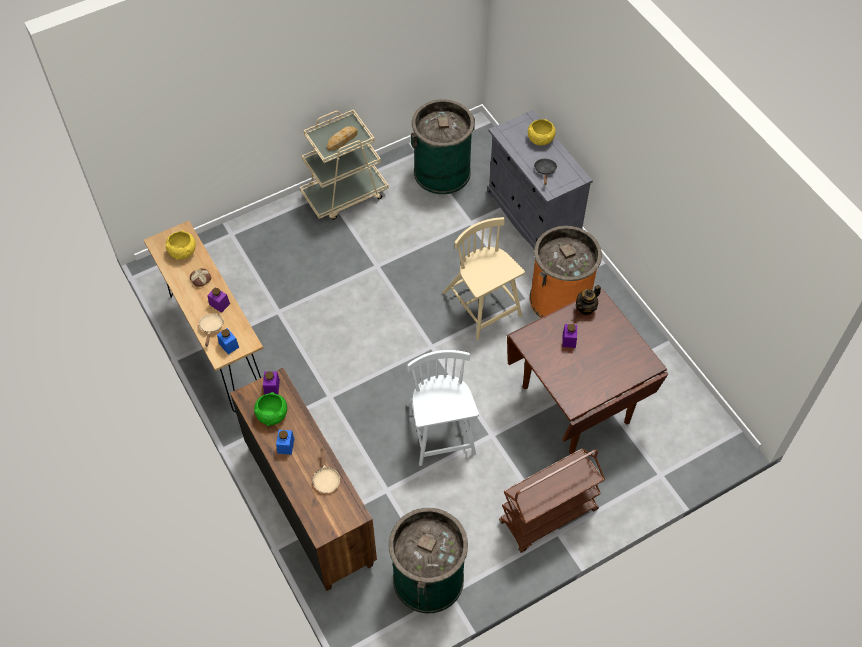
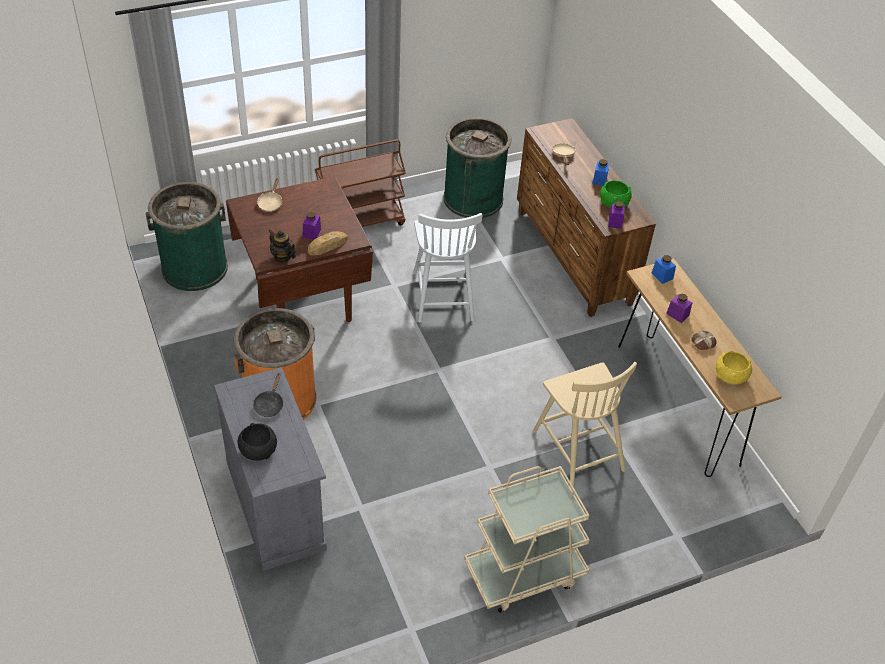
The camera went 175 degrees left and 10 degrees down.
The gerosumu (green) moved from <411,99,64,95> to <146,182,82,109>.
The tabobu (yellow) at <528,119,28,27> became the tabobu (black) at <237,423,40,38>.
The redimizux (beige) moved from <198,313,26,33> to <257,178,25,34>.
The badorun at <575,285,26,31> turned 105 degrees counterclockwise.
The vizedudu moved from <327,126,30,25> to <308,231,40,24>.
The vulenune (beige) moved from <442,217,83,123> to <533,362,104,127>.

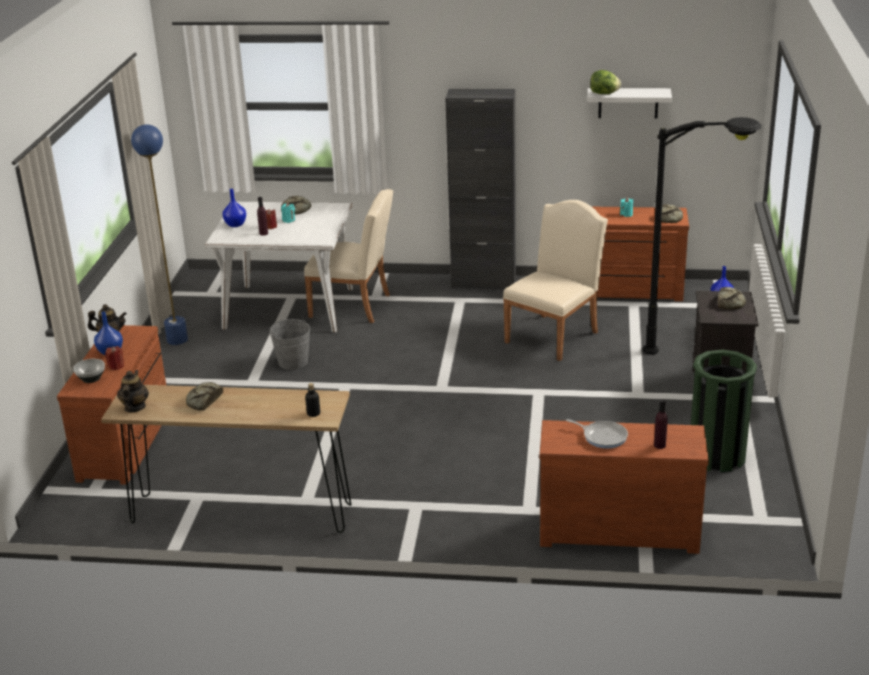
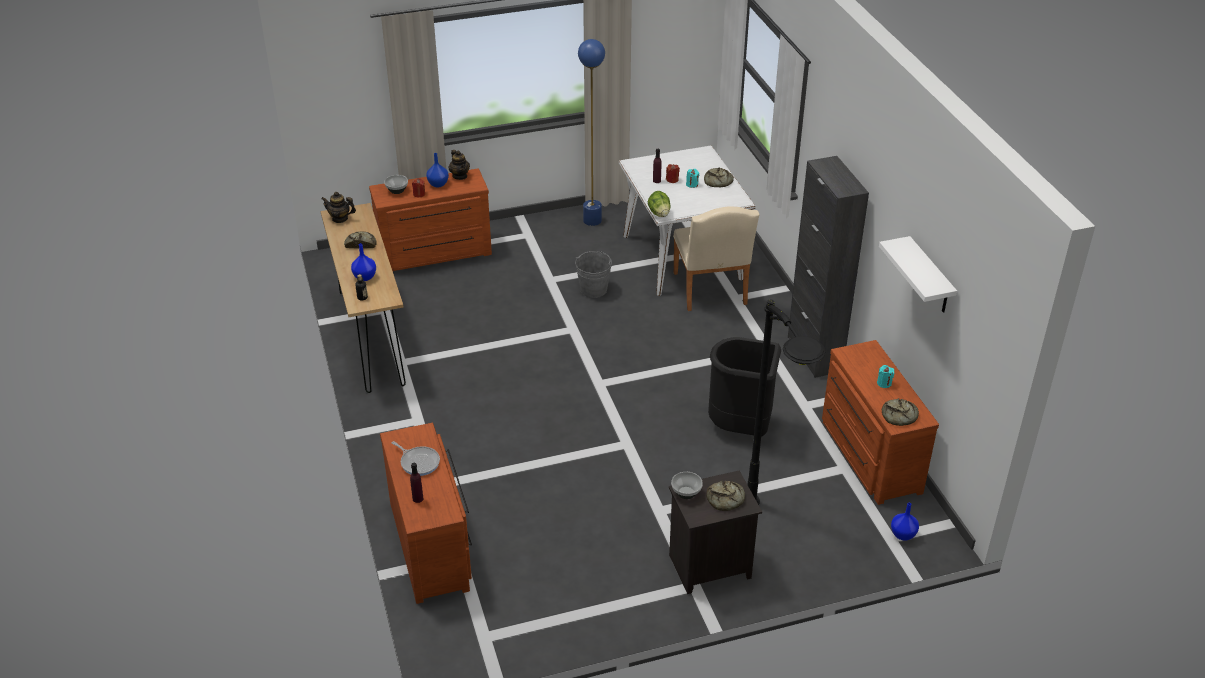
The camera went 65 degrees right and 10 degrees up.
The badorun at <117,370,32,43> turned 150 degrees counterclockwise.
The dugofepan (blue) moved from <222,189,24,38> to <351,243,25,38>.
The redimizux at <566,419,62,30> turned 60 degrees counterclockwise.
The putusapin moved from <590,70,31,24> to <648,191,23,26>.
The tabobu at <671,472,32,27> appeared.
The vulenune (beige) at <503,200,105,161> was replaced by the gerosumu (black) at <708,337,73,100>.
The gerosumu (green) at <691,349,66,124> disappeared.

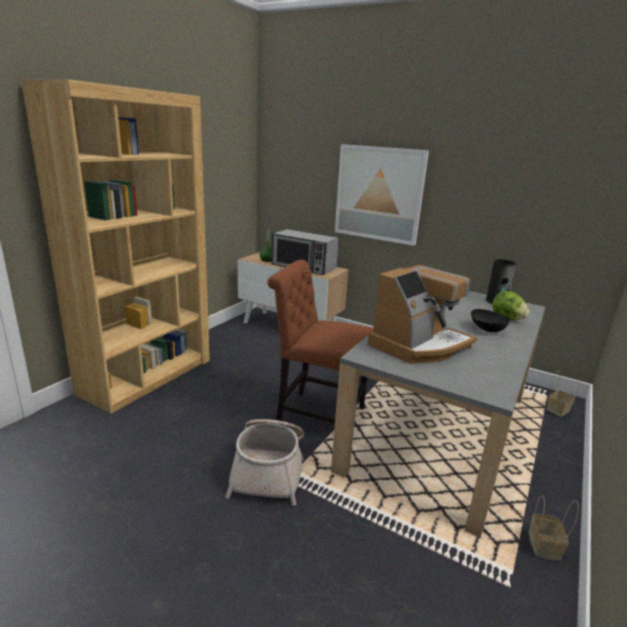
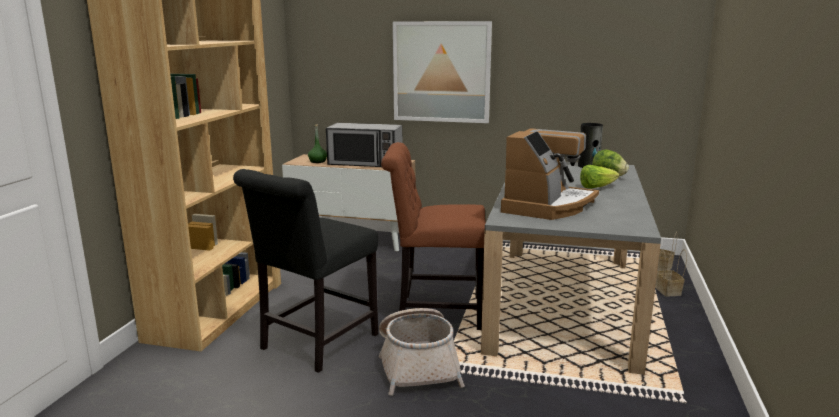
The camera went 15 degrees left and 5 degrees down.
The vulenune (black) at <233,169,145,204> appeared.
The tabobu (black) at <471,309,39,23> was replaced by the putusapin at <580,165,39,24>.
The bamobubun moved from <528,495,51,65> to <655,249,32,47>.

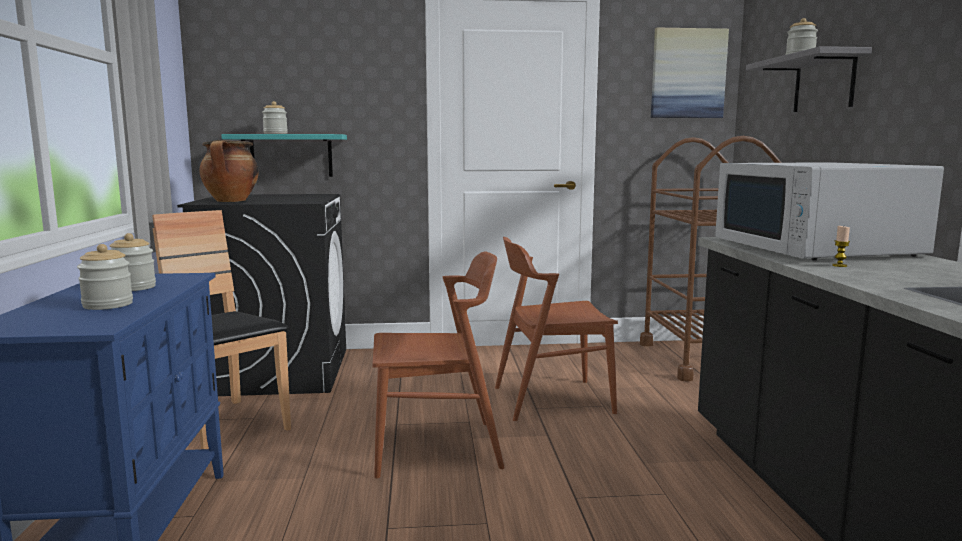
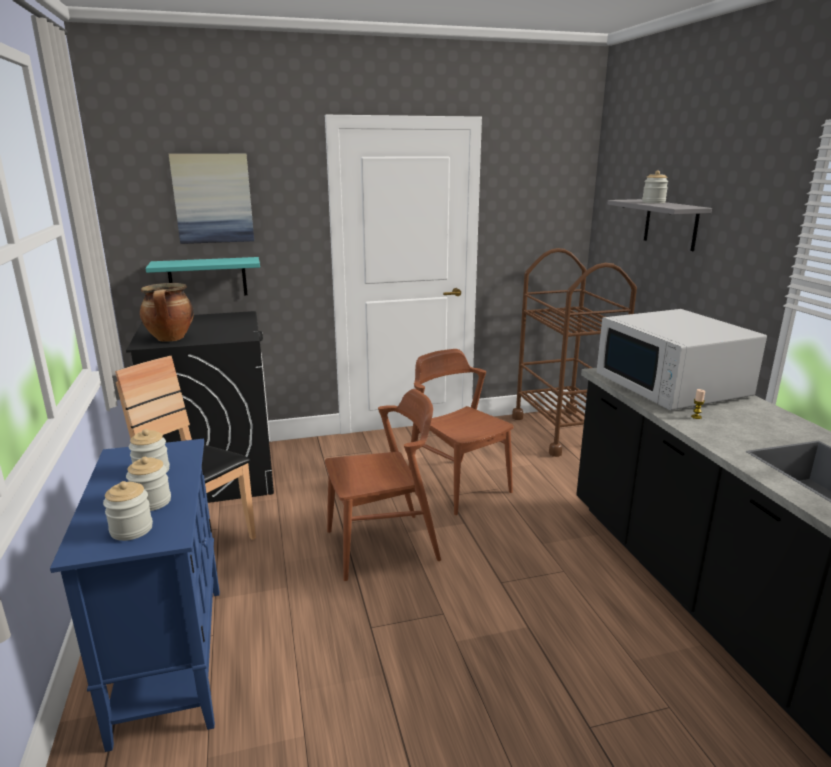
The camera went 10 degrees left and 10 degrees up.
The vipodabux moved from <262,101,26,33> to <103,481,50,60>.
The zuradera moved from <651,28,78,90> to <169,154,85,90>.
The vulenune (brown) at <495,237,123,184> turned 75 degrees clockwise.

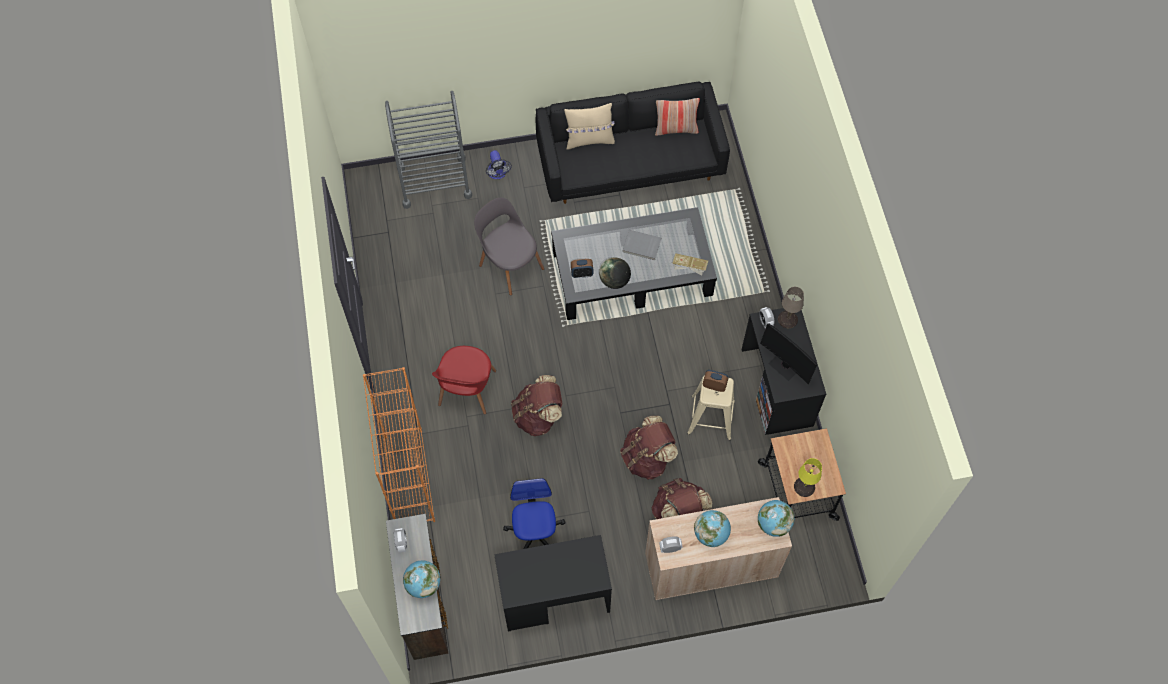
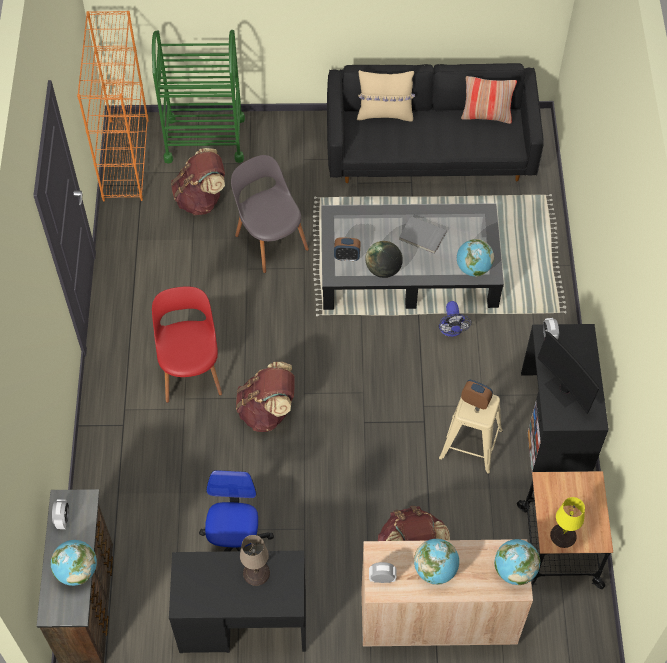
The camera went 10 degrees right and 5 degrees down.
The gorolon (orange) moved from <363,367,72,155> to <77,11,72,190>.
The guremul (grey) at <385,91,87,118> became the guremul (green) at <152,30,93,134>.
The vulenune (red) at <432,346,64,69> turned 150 degrees clockwise.
The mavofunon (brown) moved from <620,416,58,64> to <171,148,54,67>.
The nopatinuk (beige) moved from <778,287,26,41> to <240,535,30,51>.
The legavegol moved from <486,150,26,29> to <438,301,34,36>.
The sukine at <672,253,36,23> was replaced by the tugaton at <457,239,37,38>.

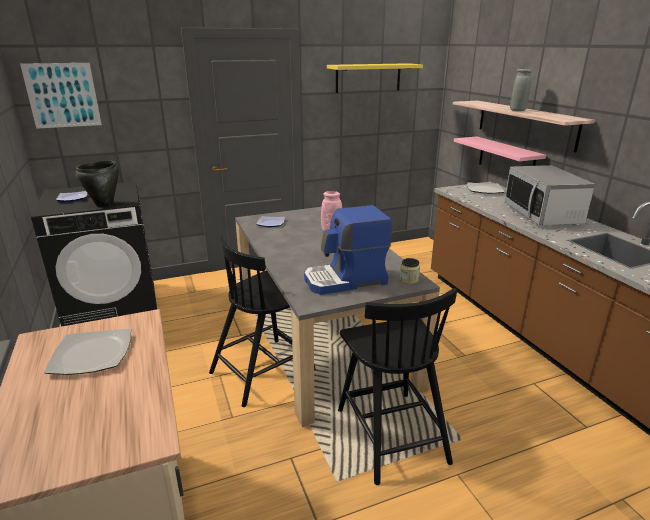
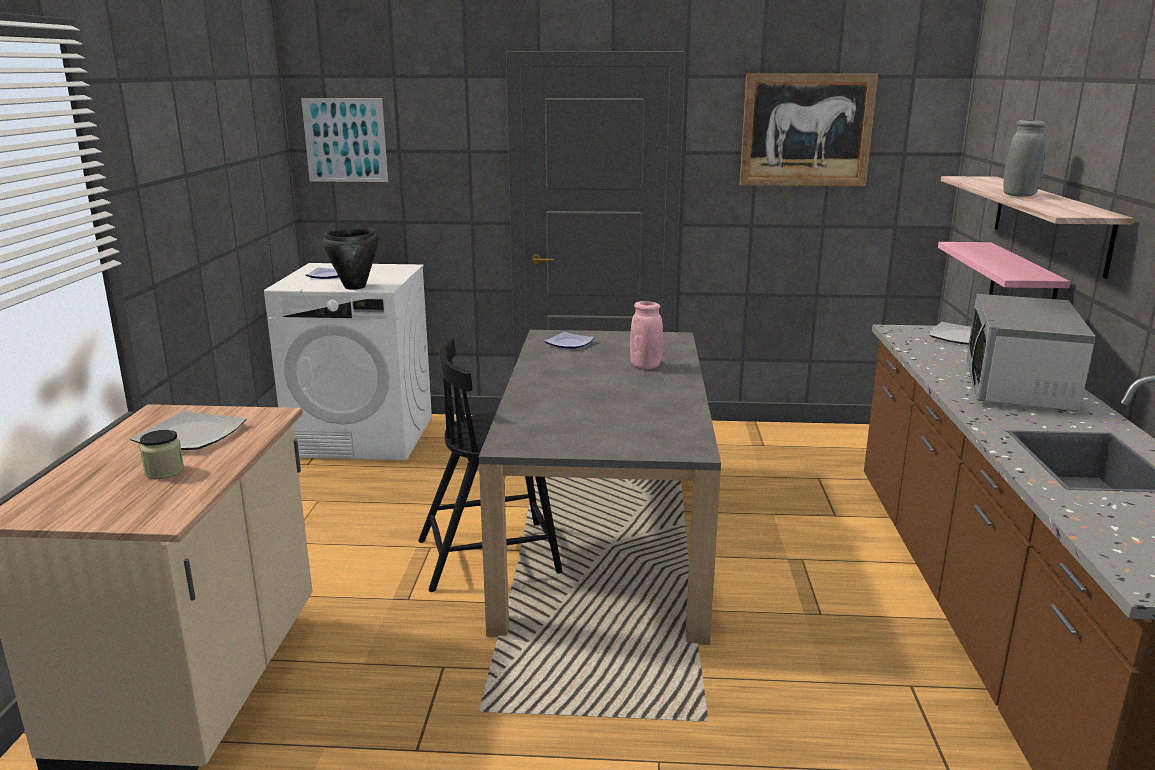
The camera went 25 degrees right and 5 degrees down.
The vipodabux moved from <400,258,20,26> to <140,430,44,49>.
The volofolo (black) at <31,182,126,145> became the volofolo (white) at <264,263,168,197>.
The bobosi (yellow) at <327,63,96,30> was replaced by the zuradera at <740,73,138,113>.
The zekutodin at <304,205,88,90> disappeared.
The vulenune (black) at <338,288,119,197> disappeared.

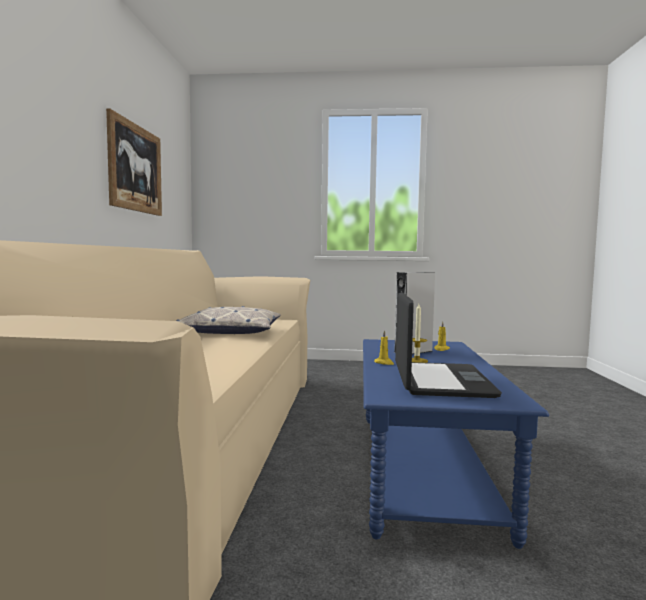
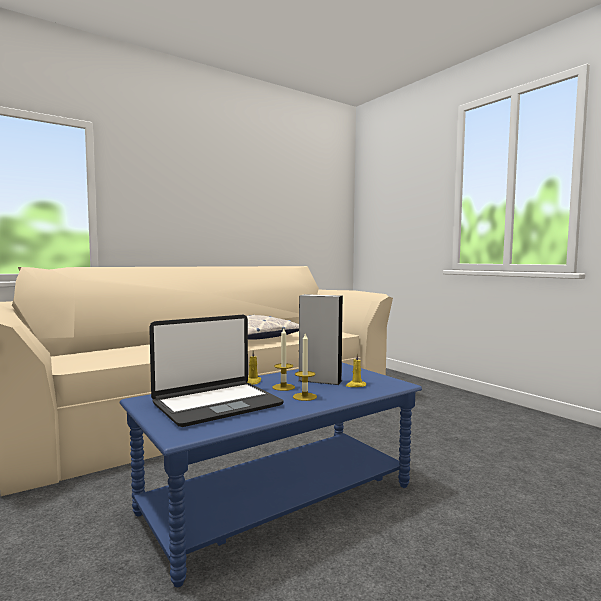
The camera went 50 degrees right and 0 degrees up.
The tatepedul at <293,332,24,69> appeared.
The zuradera at <106,109,56,107> disappeared.

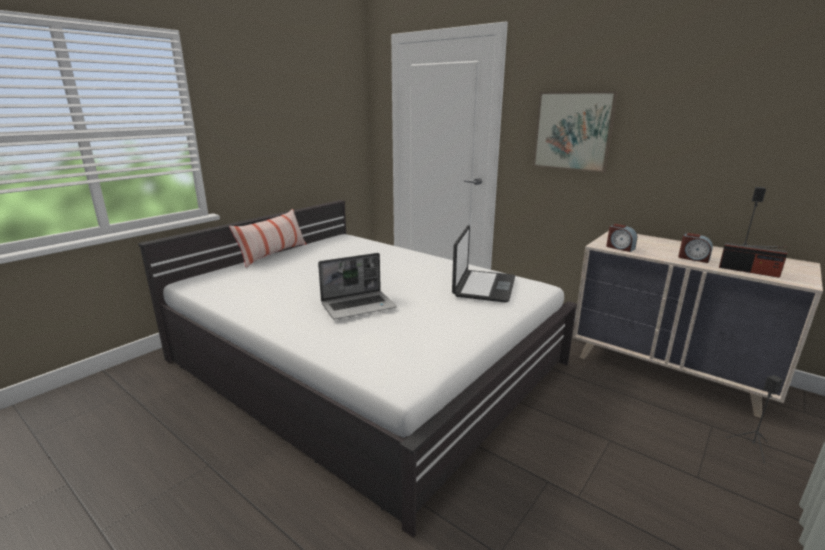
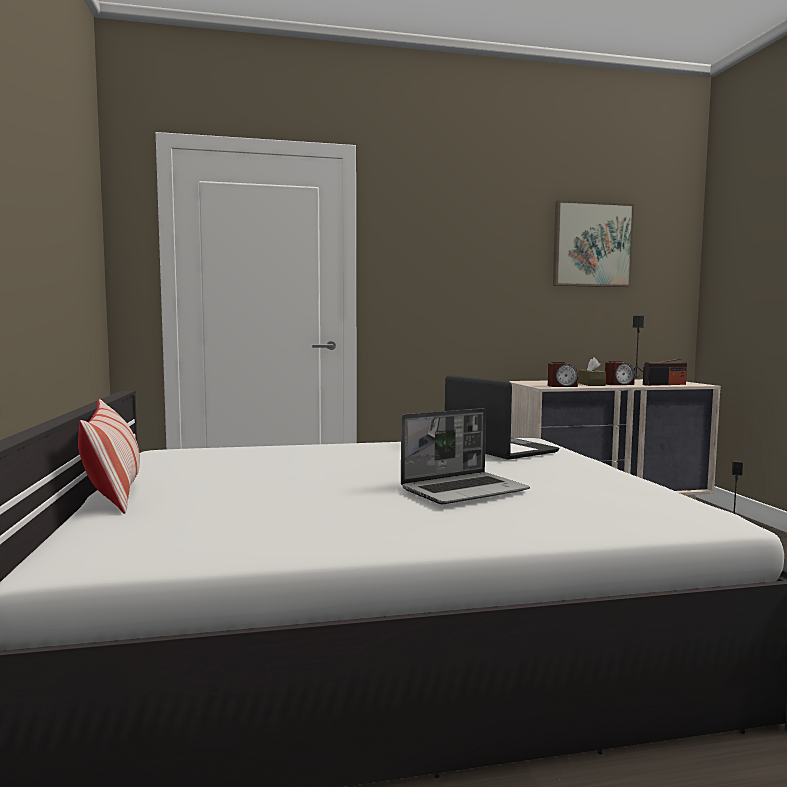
The camera went 50 degrees left and 15 degrees down.
The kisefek at <318,253,79,66> turned 45 degrees clockwise.
The zuradera moved from <533,91,85,82> to <553,200,81,87>.
The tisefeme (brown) at <578,357,28,29> appeared.

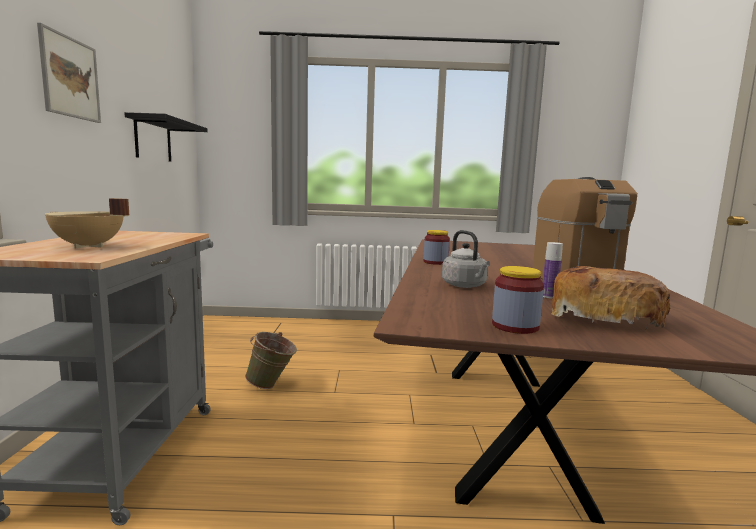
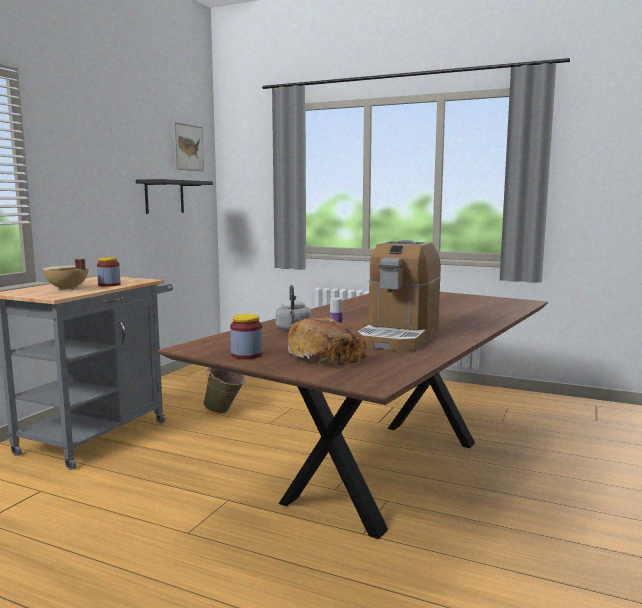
The camera went 25 degrees right and 0 degrees up.
The vipodabux moved from <424,230,26,35> to <97,257,24,30>.
The zuradera moved from <37,23,64,100> to <173,122,31,49>.

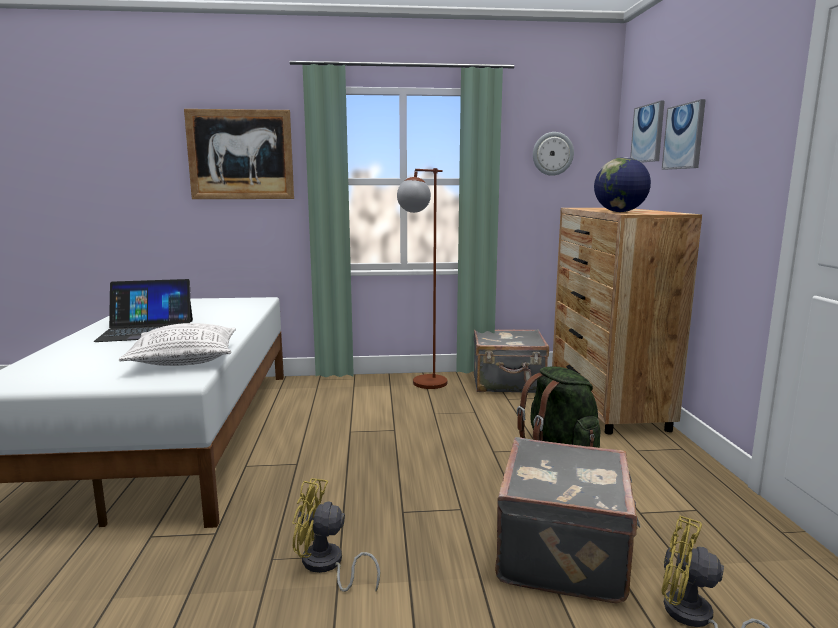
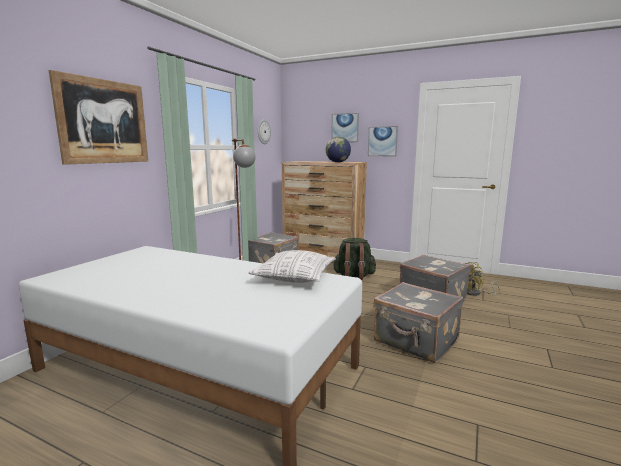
The camera went 60 degrees left and 0 degrees up.
The zuradera moved from <630,101,35,62> to <368,126,30,30>.
The legavegol (yellow) at <292,478,88,114> was replaced by the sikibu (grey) at <373,282,90,81>.
The kisefek at <93,279,100,63> disappeared.

